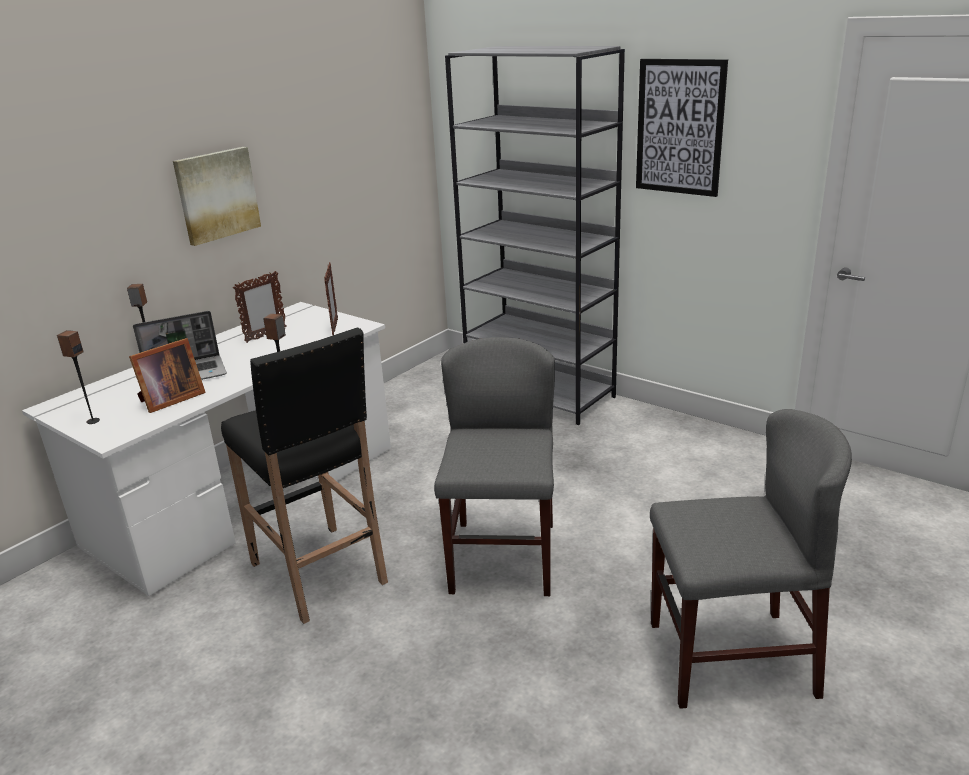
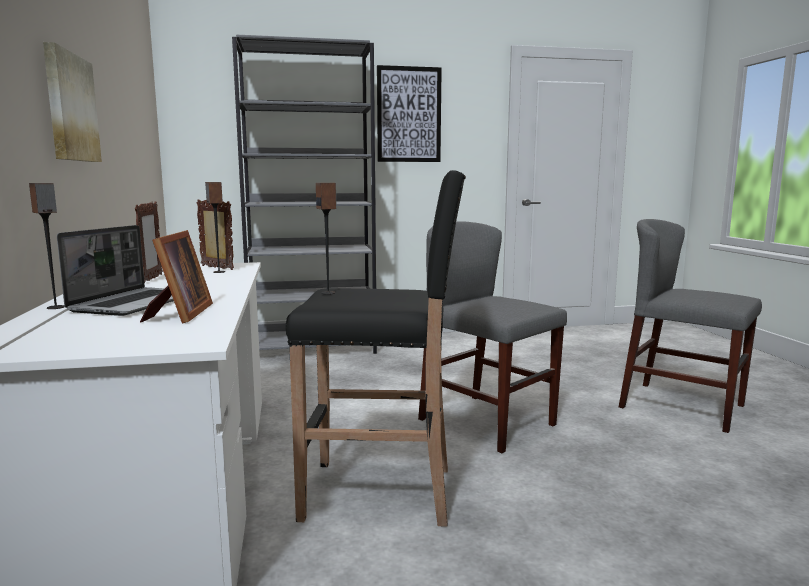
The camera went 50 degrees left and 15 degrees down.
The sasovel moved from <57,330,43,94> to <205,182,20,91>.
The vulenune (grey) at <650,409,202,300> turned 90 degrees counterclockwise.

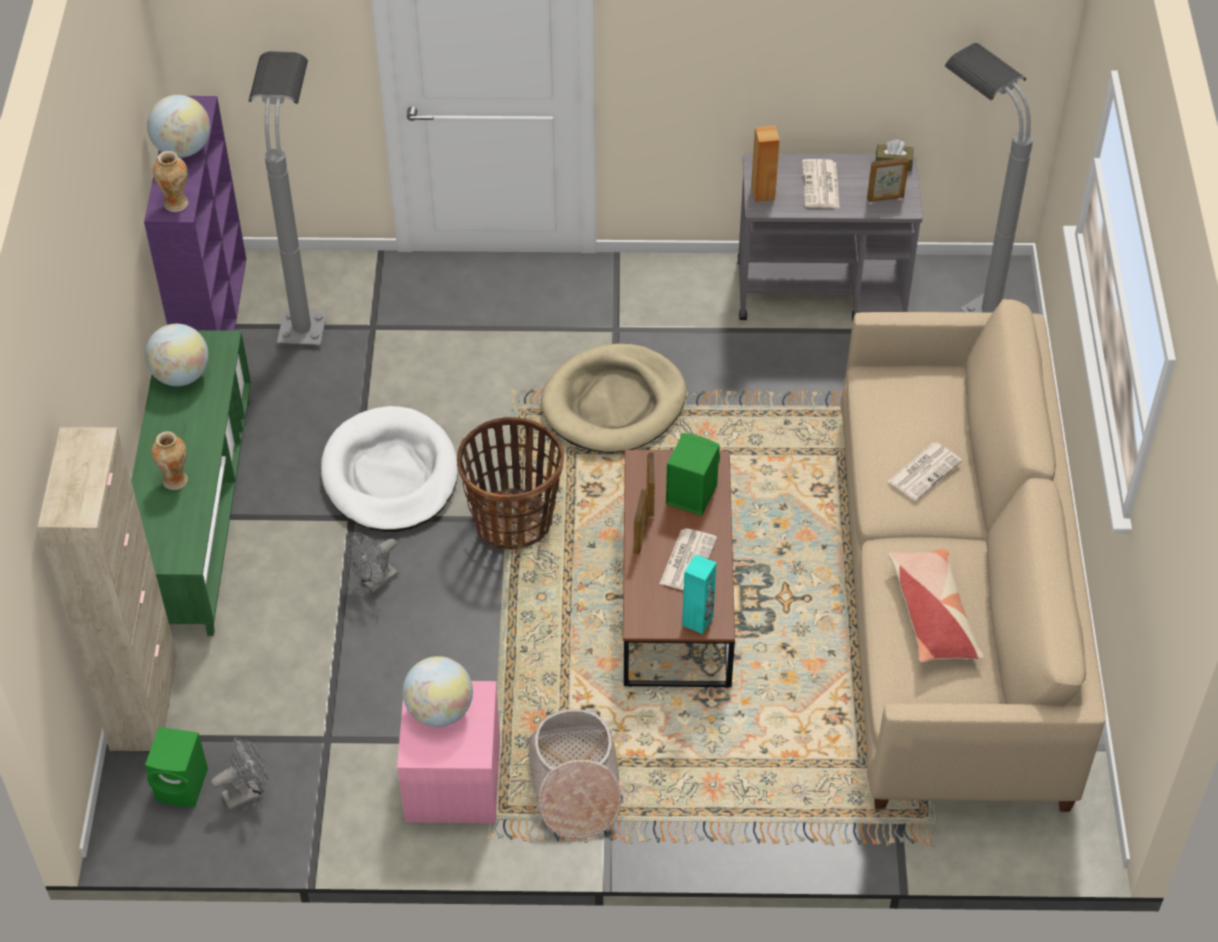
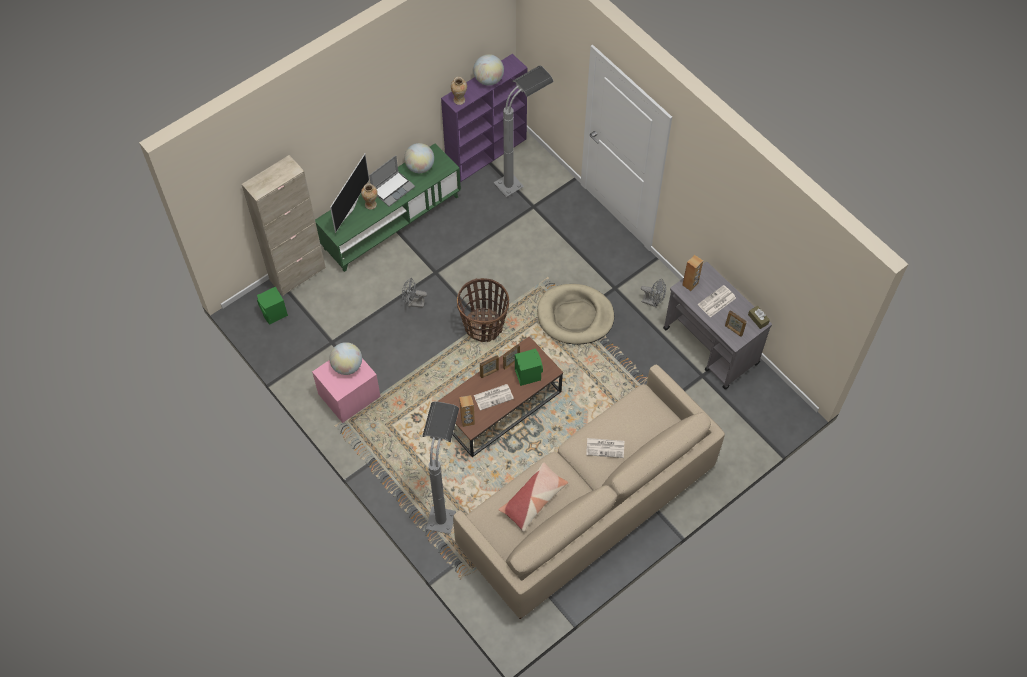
The camera went 50 degrees right and 10 degrees up.
The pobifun at <330,154,39,79> appeared.
The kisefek at <369,155,46,52> appeared.
The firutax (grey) moved from <945,43,88,270> to <422,402,37,132>.
The sasovel (turquoise) at <682,554,35,80> became the sasovel (brown) at <459,395,16,32>.
The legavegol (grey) moved from <211,737,58,73> to <641,279,25,28>.
The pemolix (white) at <321,406,137,126> disappeared.
The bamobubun at <527,709,95,129> disappeared.

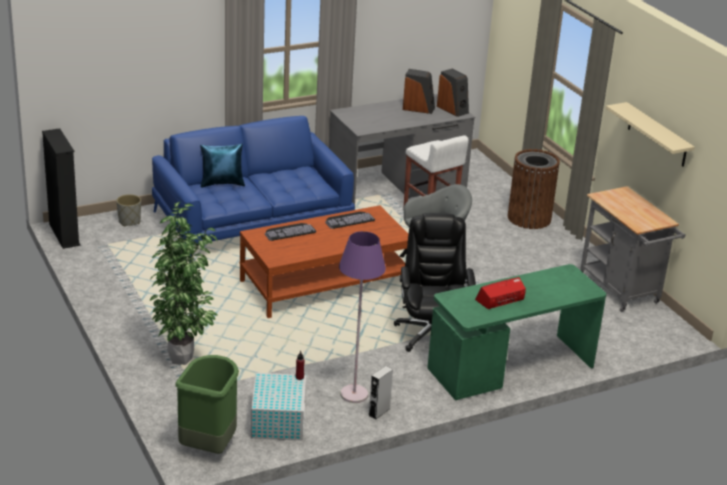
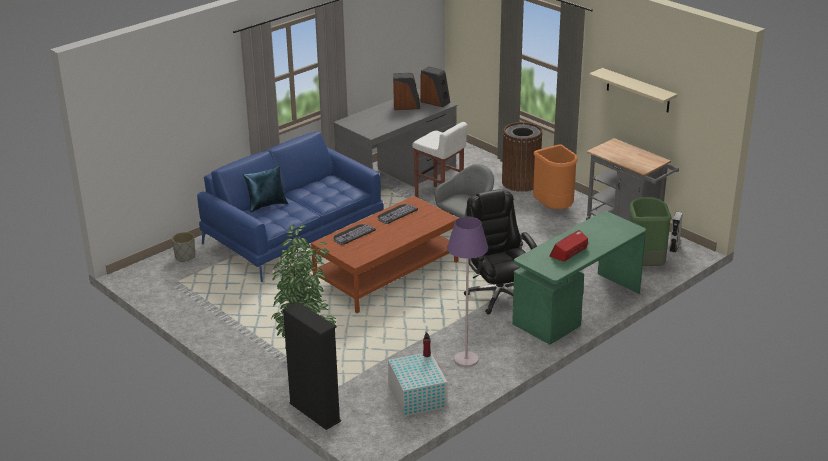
The camera went 15 degrees left and 0 degrees up.
The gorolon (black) moved from <42,128,38,121> to <282,302,59,128>.
The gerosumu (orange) at <533,145,45,64> appeared.
The gerosumu (green) moved from <175,355,64,99> to <629,197,43,69>.
The sasovel (grey) moved from <368,366,25,54> to <669,211,14,42>.

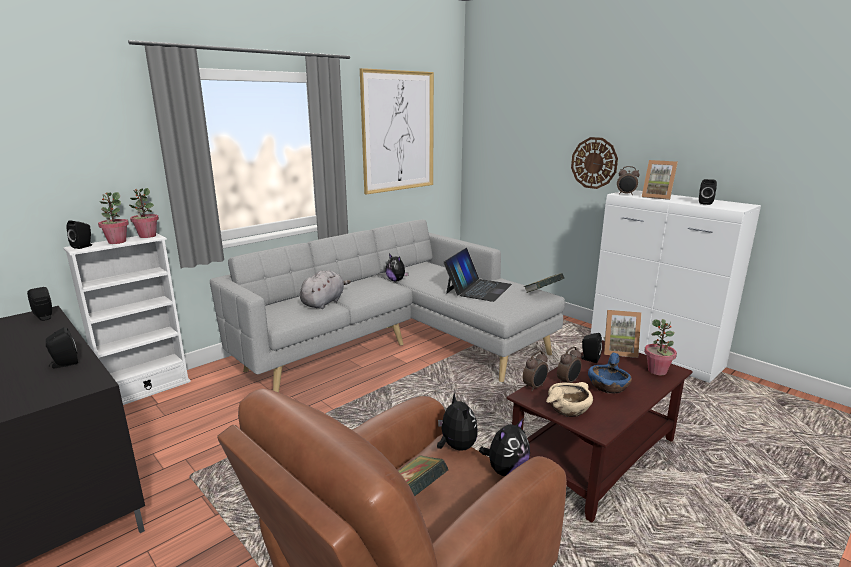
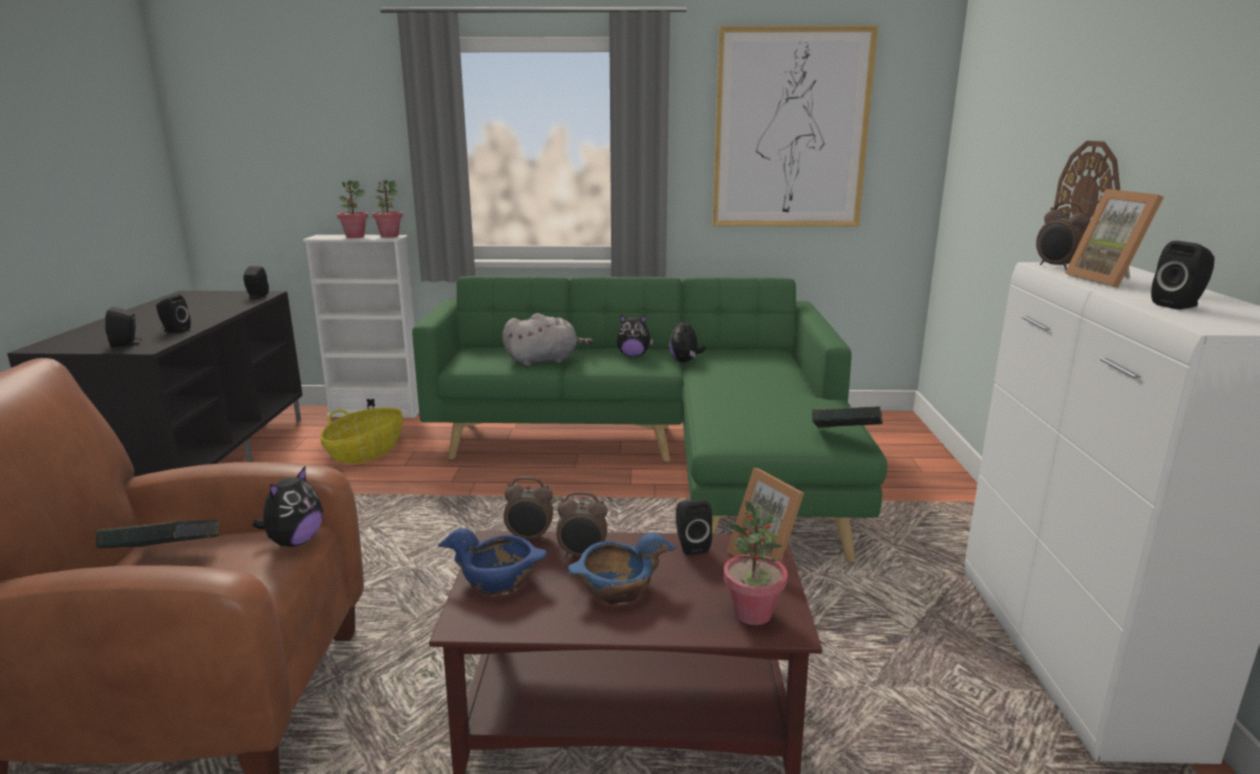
The camera went 45 degrees right and 0 degrees up.
The sasovel (black) moved from <67,220,25,29> to <105,307,37,41>.
The bamobubun at <321,408,82,56> appeared.
The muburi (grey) at <210,219,355,174> became the muburi (green) at <412,276,475,286>.
The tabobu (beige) at <546,382,47,35> became the tabobu (blue) at <438,528,109,67>.
The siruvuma moved from <479,419,51,57> to <616,314,37,43>.
The kisefek at <444,248,68,54> disappeared.

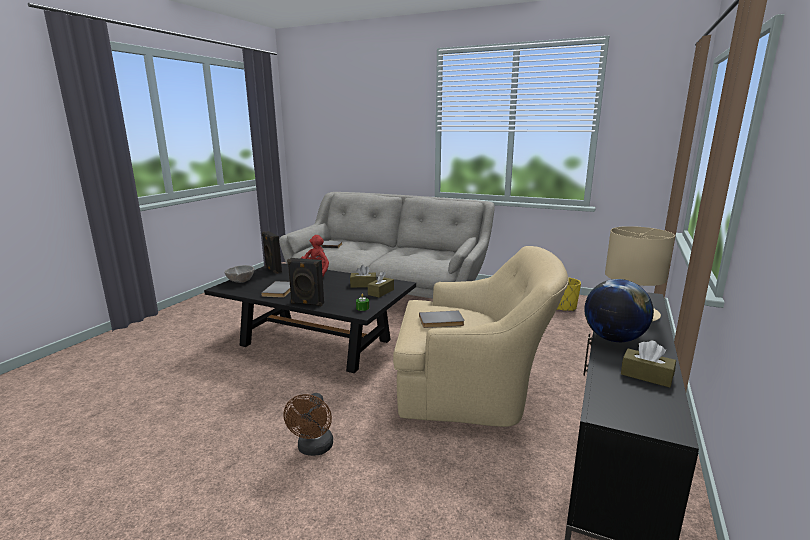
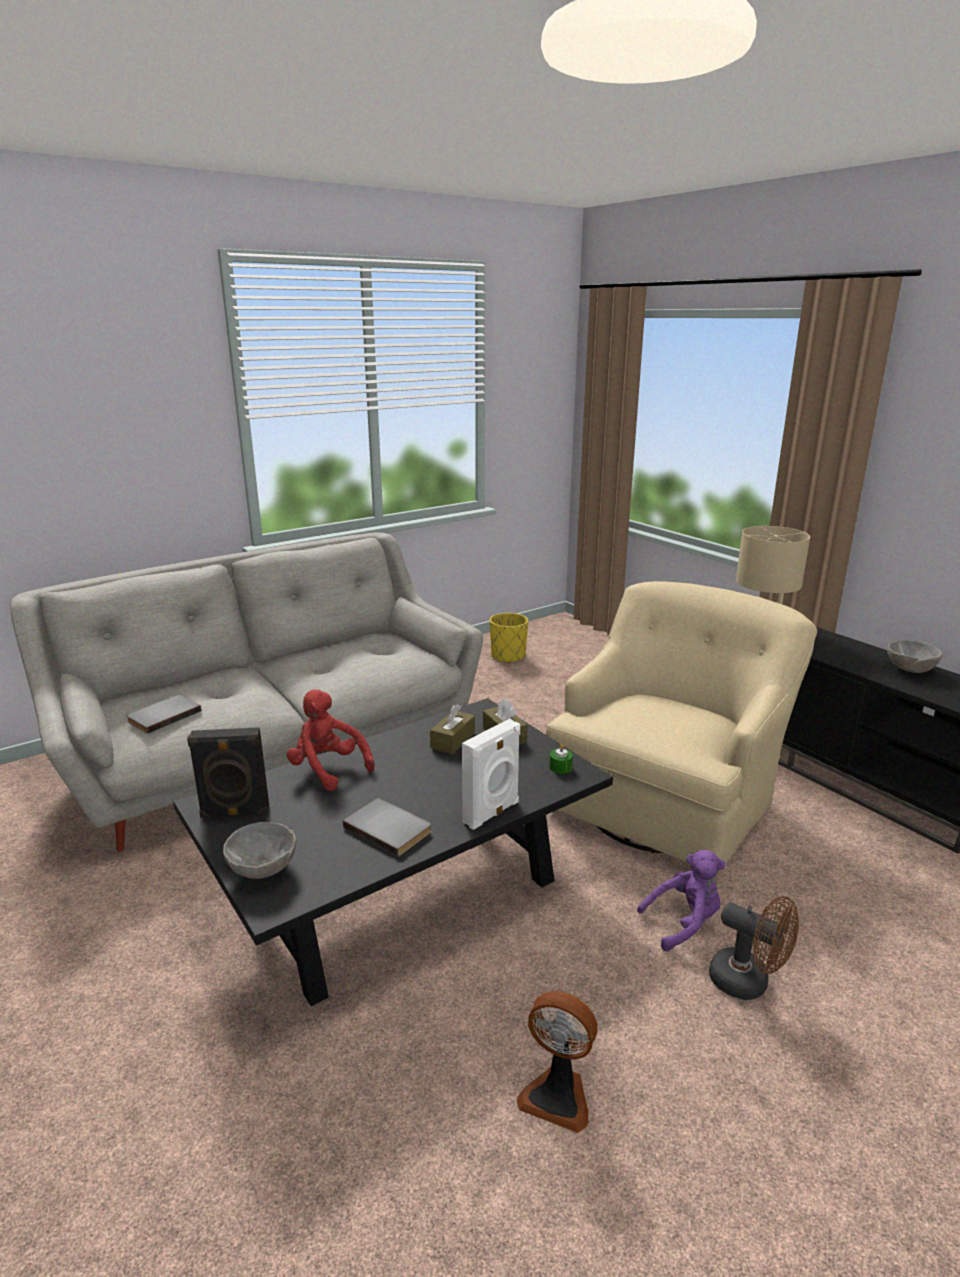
The camera went 60 degrees left and 5 degrees up.
The sasovel (black) at <287,258,37,48> became the sasovel (white) at <462,720,58,110>.
The legavegol at <517,991,81,142> appeared.
The siruvuma (purple) at <637,850,89,101> appeared.
The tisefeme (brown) at <621,341,55,47> was replaced by the tabobu (grey) at <887,640,56,33>.
The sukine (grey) at <419,311,46,17> disappeared.
The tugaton at <584,279,70,63> disappeared.

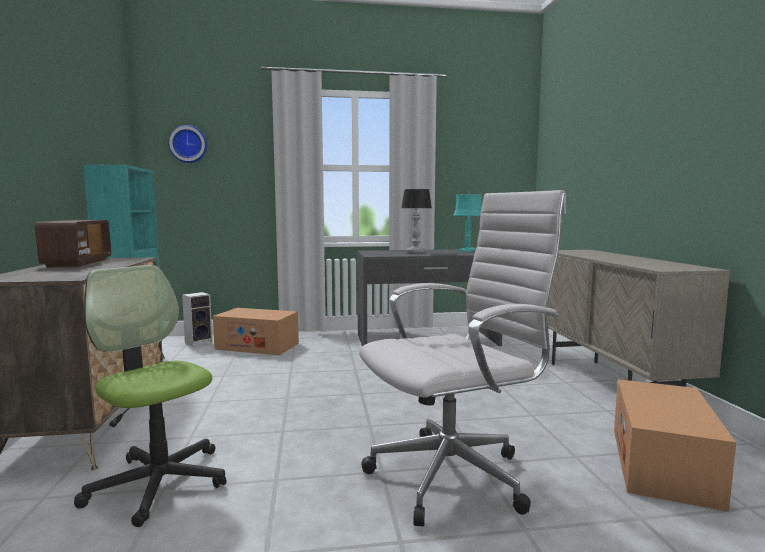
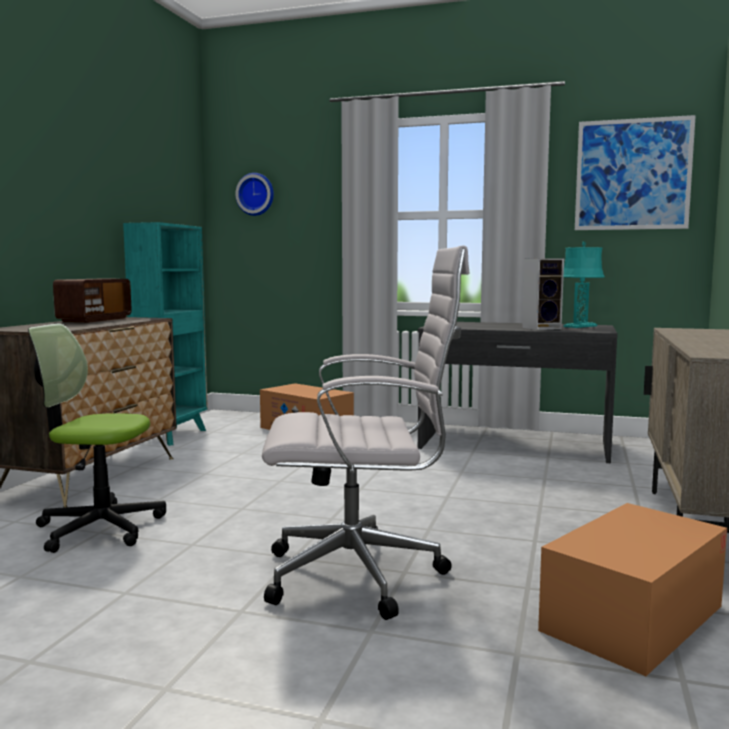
The camera went 25 degrees right and 0 degrees up.
The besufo at <74,265,152,262> turned 60 degrees counterclockwise.
The sasovel moved from <182,292,31,55> to <522,258,42,72>.
The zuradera at <575,115,121,115> appeared.
The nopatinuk at <401,189,31,65> disappeared.

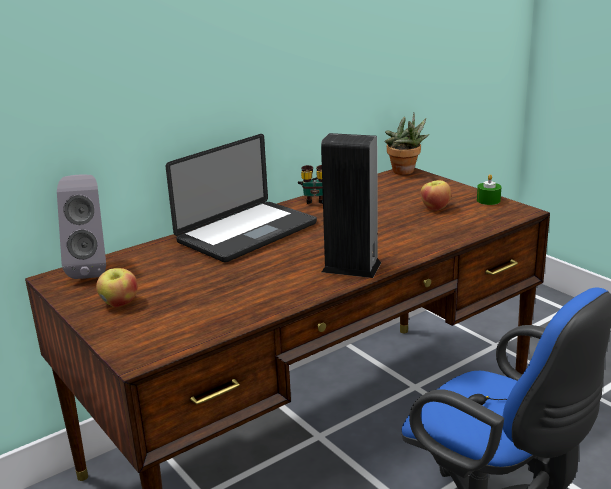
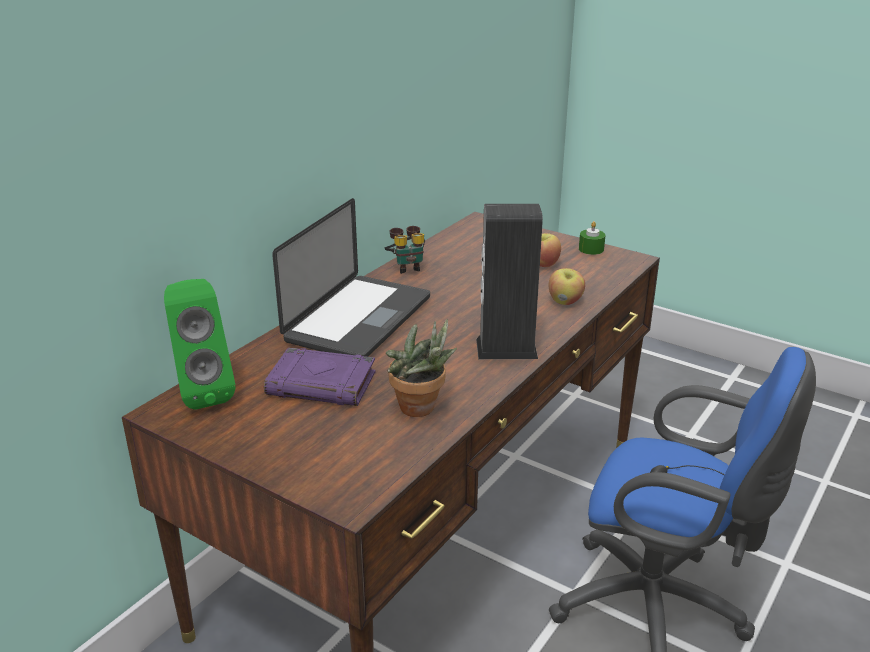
The camera went 20 degrees left and 5 degrees up.
The sasovel (grey) at <57,174,49,105> became the sasovel (green) at <164,279,72,131>.
The sukine (purple) at <264,348,112,58> appeared.
The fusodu moved from <385,113,44,62> to <386,319,71,98>.
The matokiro moved from <96,268,42,39> to <549,268,36,37>.

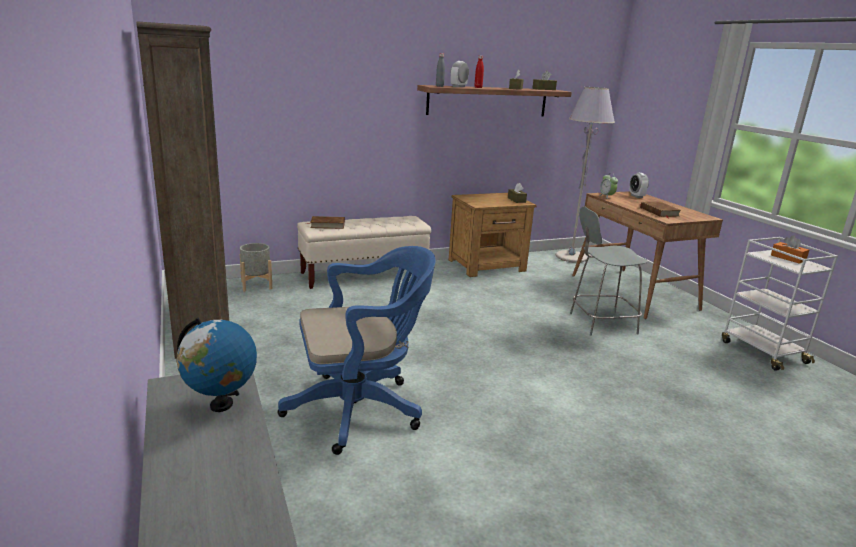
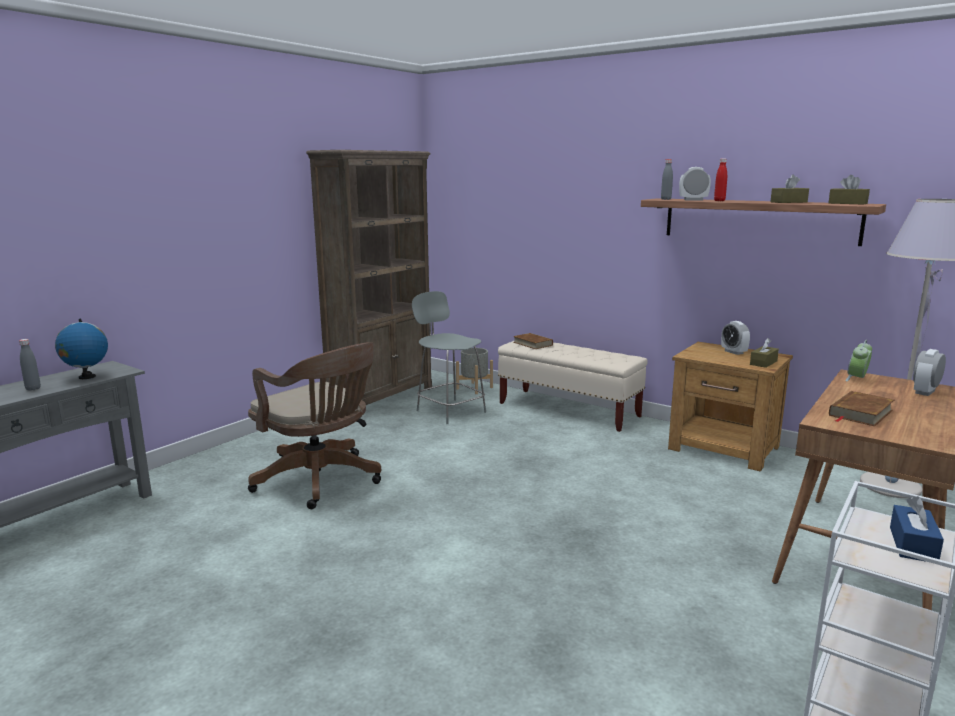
The camera went 60 degrees right and 5 degrees down.
The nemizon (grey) at <19,339,22,52> appeared.
The besufo (blue) at <278,246,158,209> became the besufo (brown) at <248,343,133,166>.
The vulenune (grey) moved from <570,206,78,130> to <412,291,74,133>.
The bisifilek at <721,321,29,34> appeared.
The tisefeme (orange) at <771,236,38,28> became the tisefeme (blue) at <890,496,54,66>.

